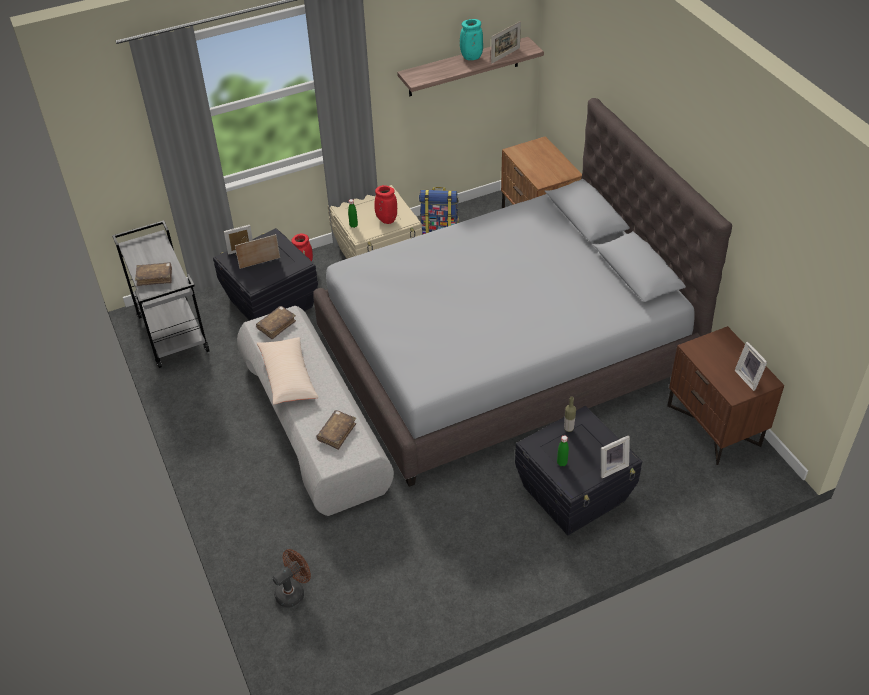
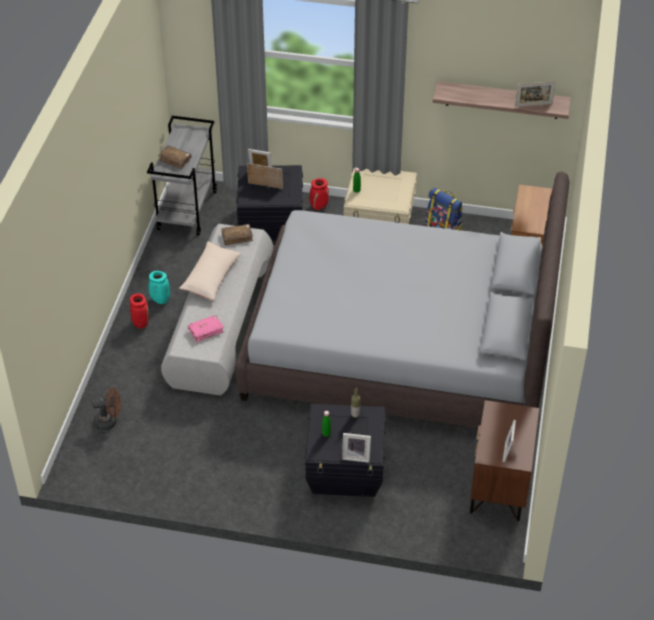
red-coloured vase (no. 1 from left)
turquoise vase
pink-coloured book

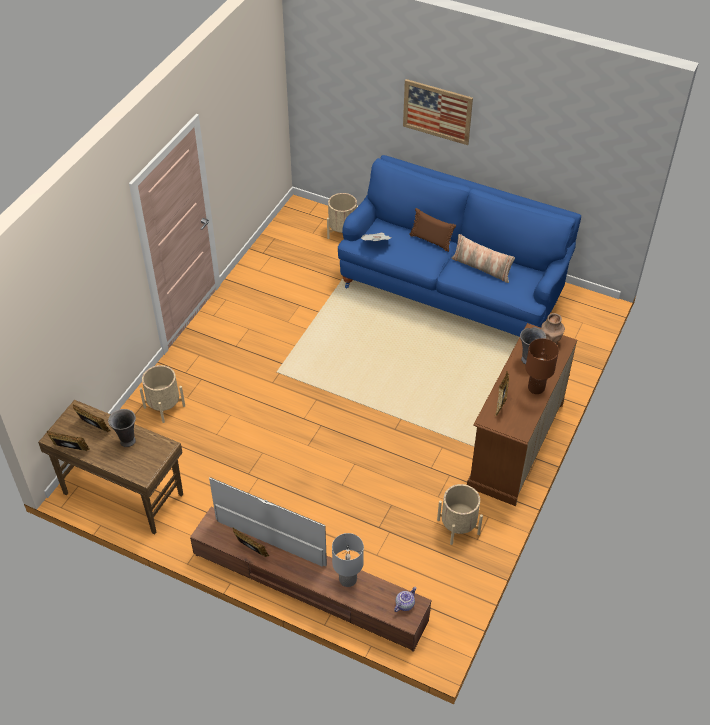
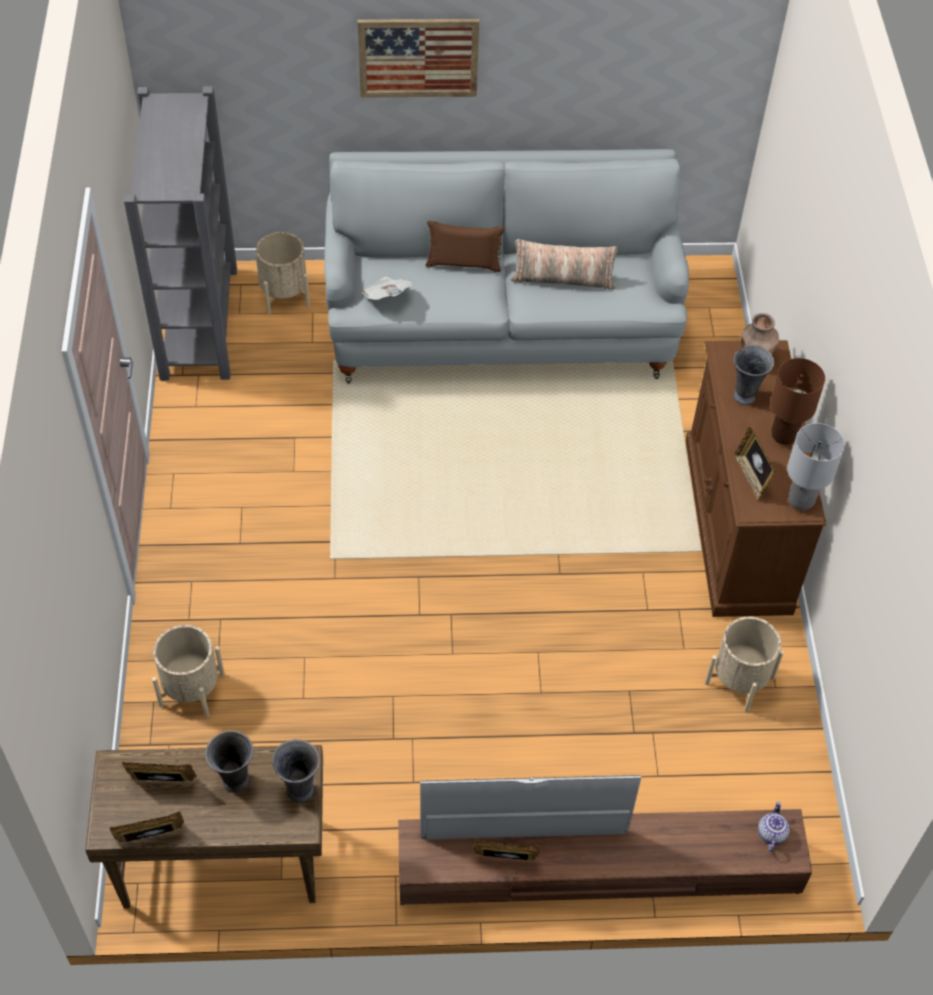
grey shelving unit
grey vase (no. 2 from left)
grey couch
grey table lamp

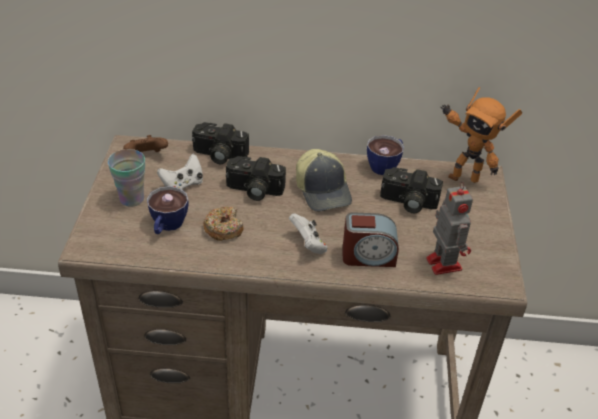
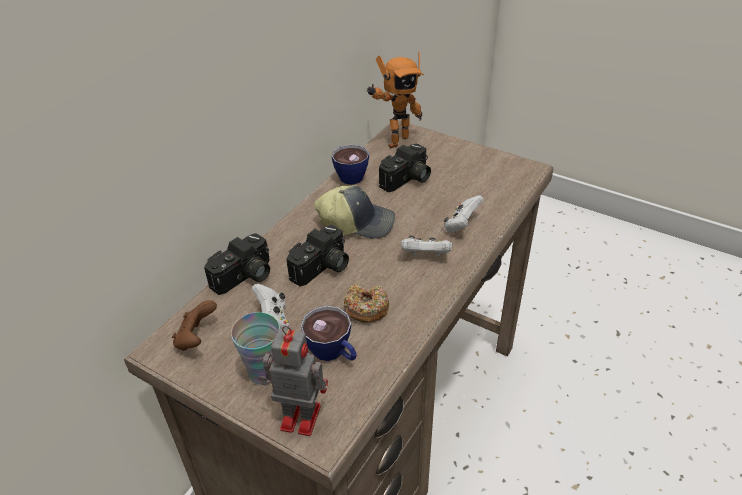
toy robot (no. 1 from left)
whitish joypad (no. 3 from left)

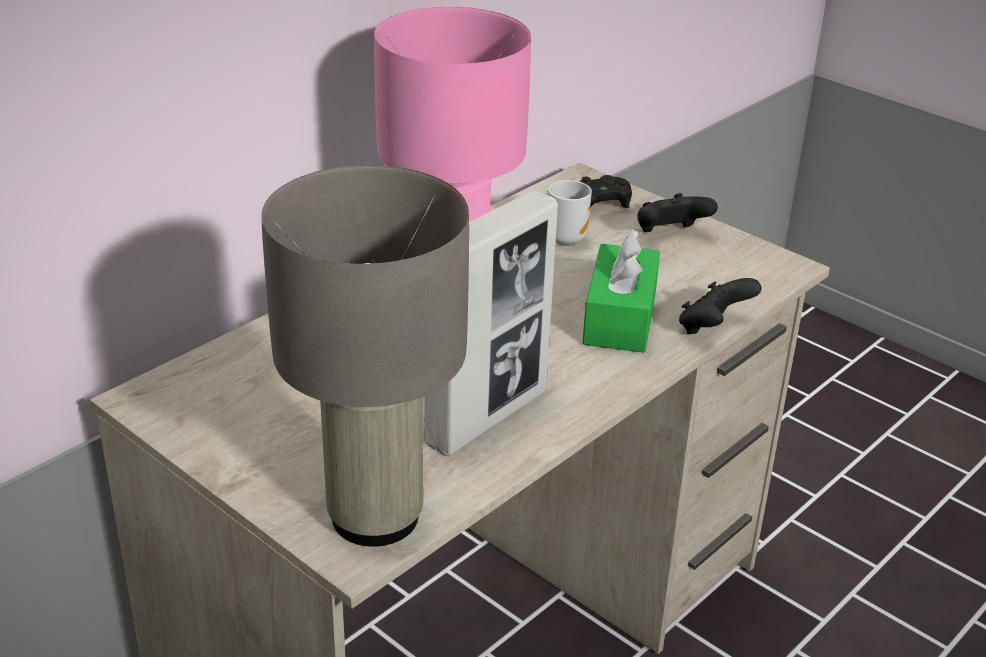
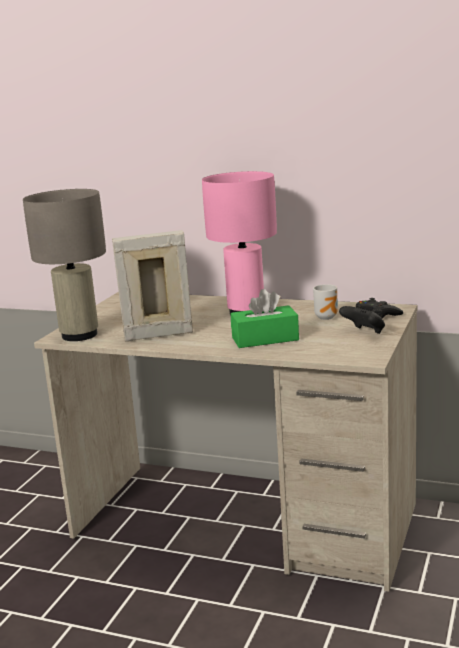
photo frame
black-coloured joypad (no. 3 from left in the first image)

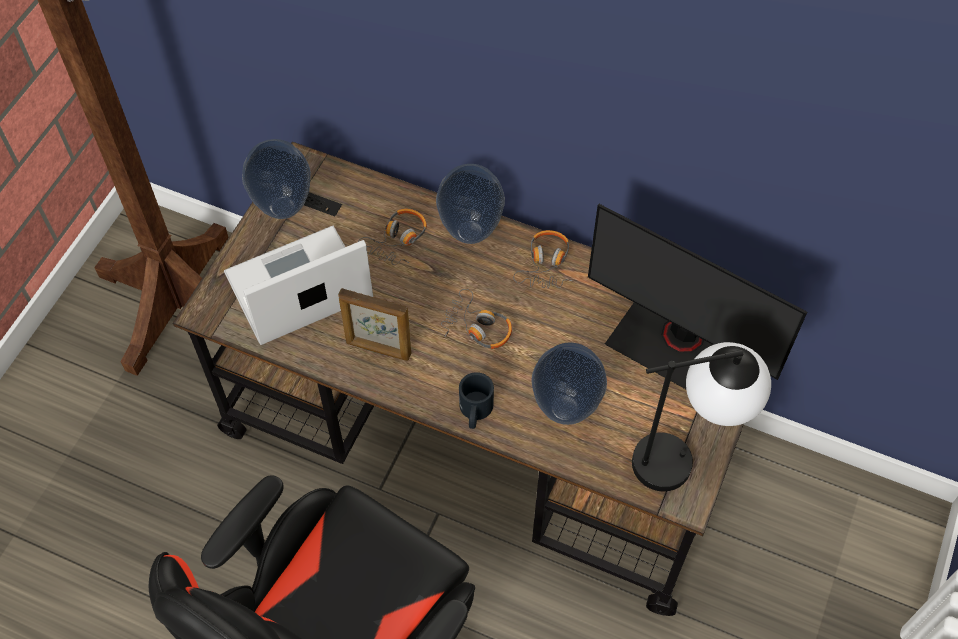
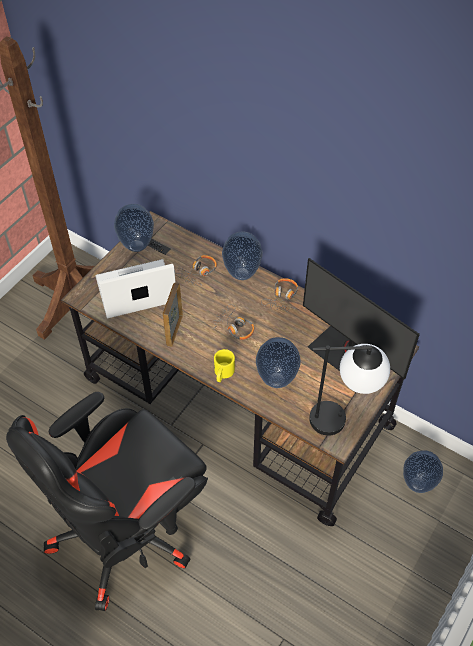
photo frame
yellow-coloured tea mug
vase (no. 4 from left)

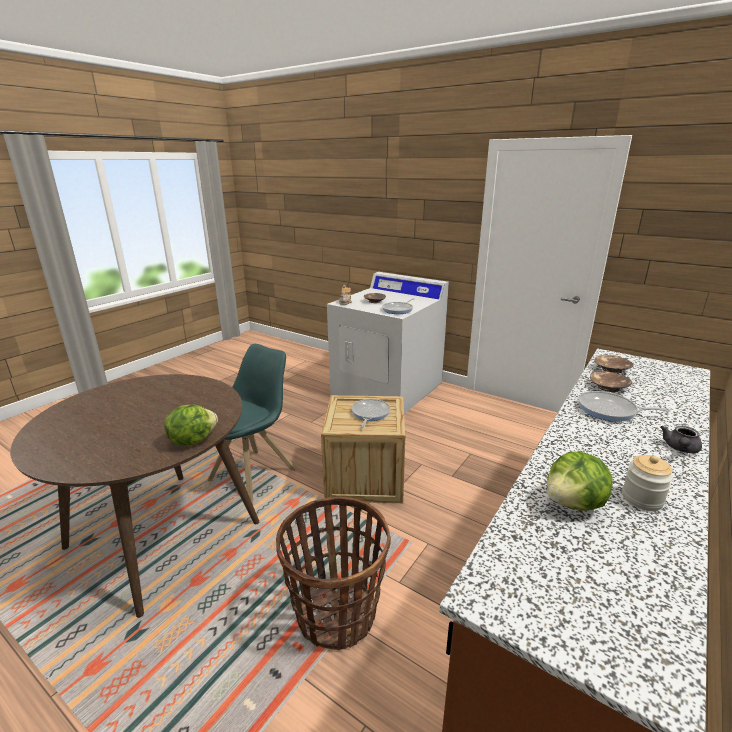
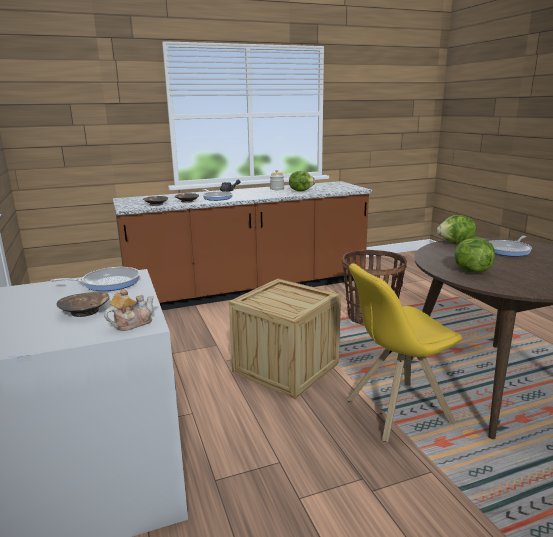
yellow-coloured upright chair
lettuce head (no. 3 from left)
pan (no. 3 from left)

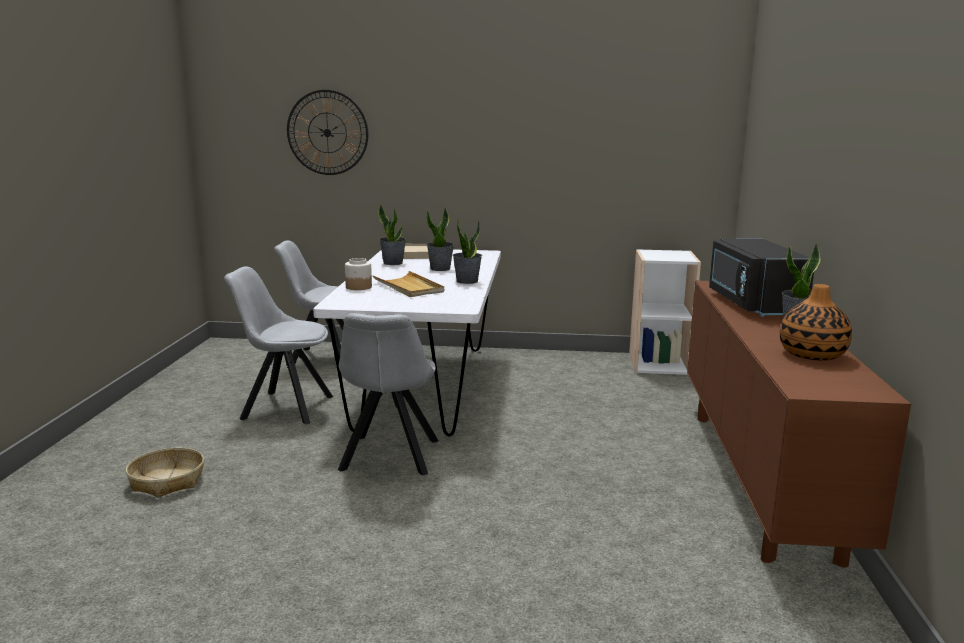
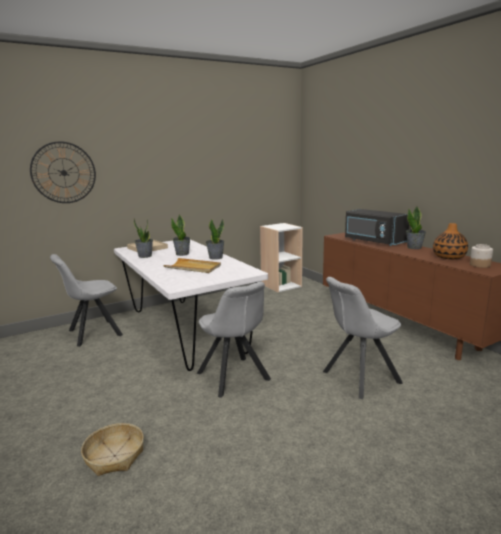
grey upright chair (no. 3 from left)
jar

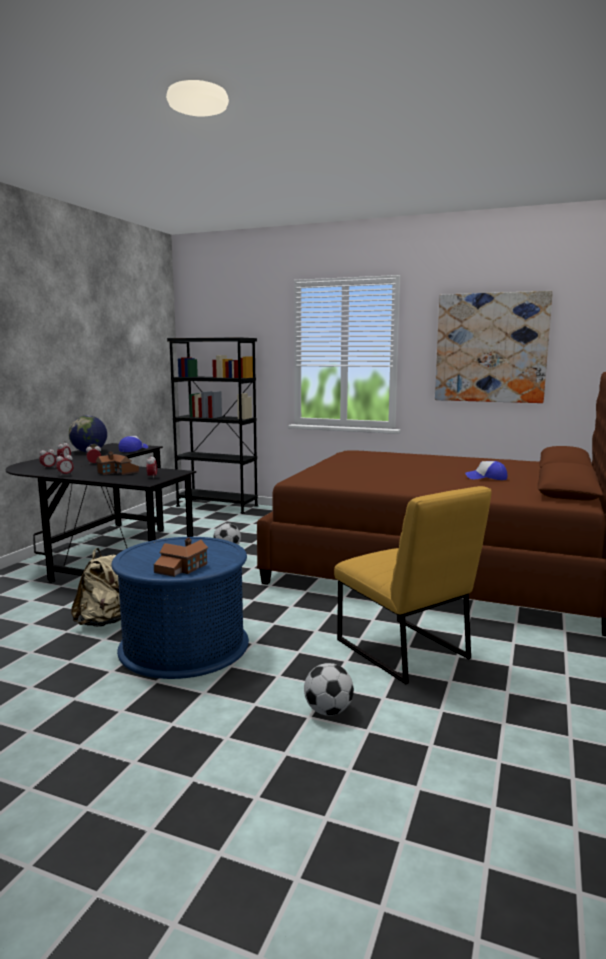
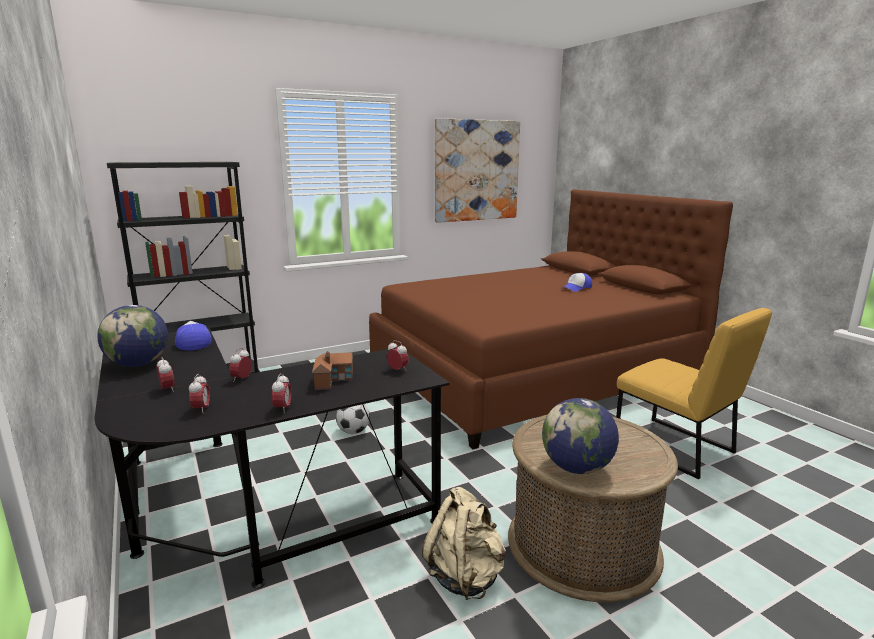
brown-coloured lounge table
globe (no. 2 from left)
yellow-coloured upright chair
miniature house (no. 2 from left in the first image)
ball for football (no. 2 from left in the first image)

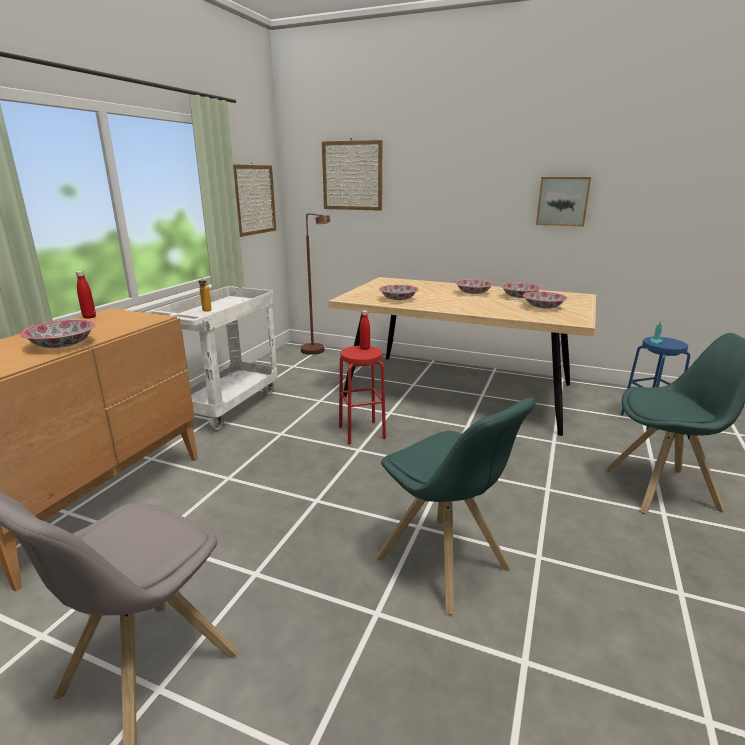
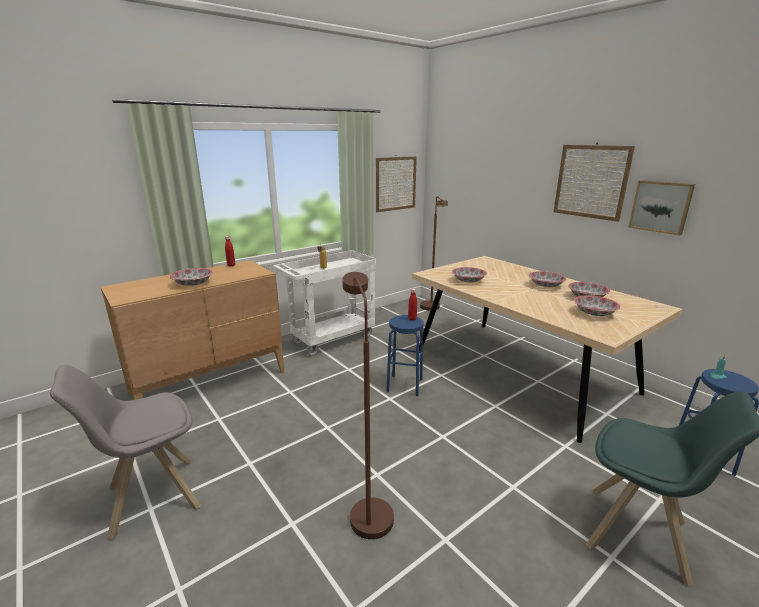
brown-coloured standard lamp (no. 1 from left)
blue-coloured stool (no. 1 from left)
wall picture (no. 2 from left)

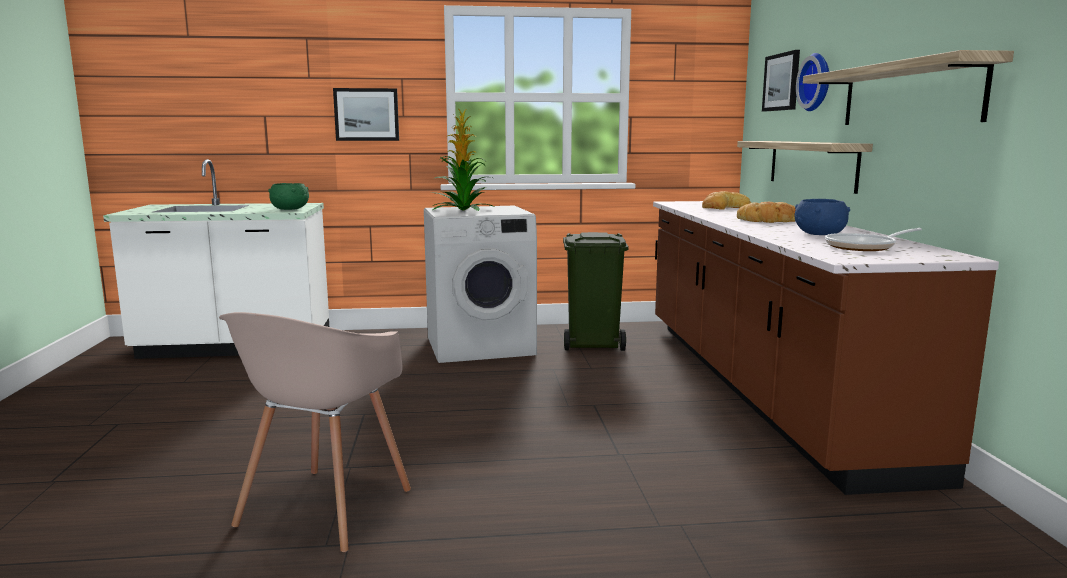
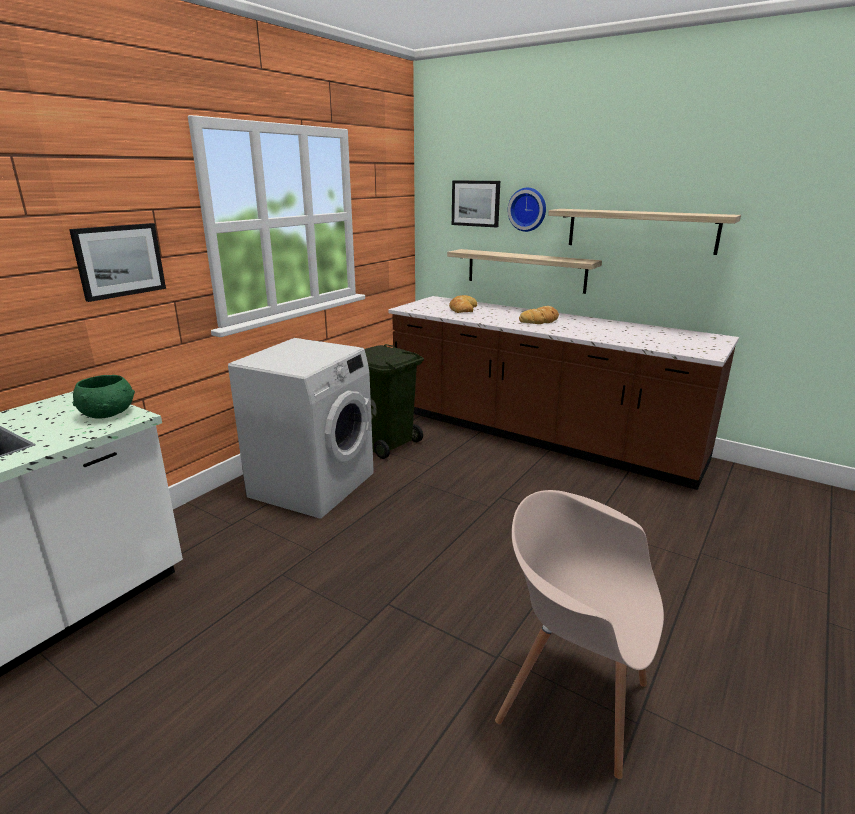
beige-coloured upright chair
plant in a pot
blue-coloured serving bowl
pan

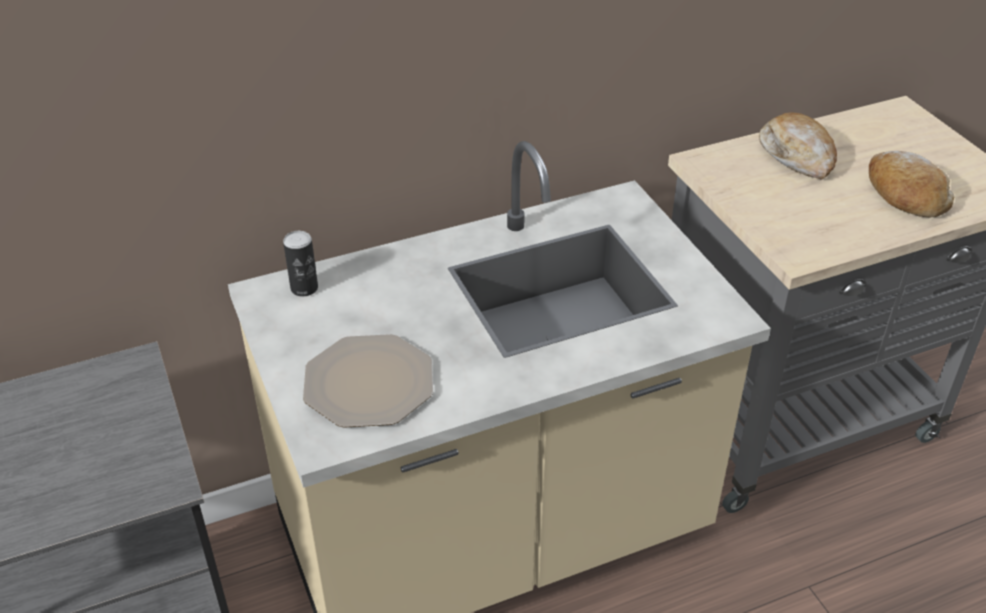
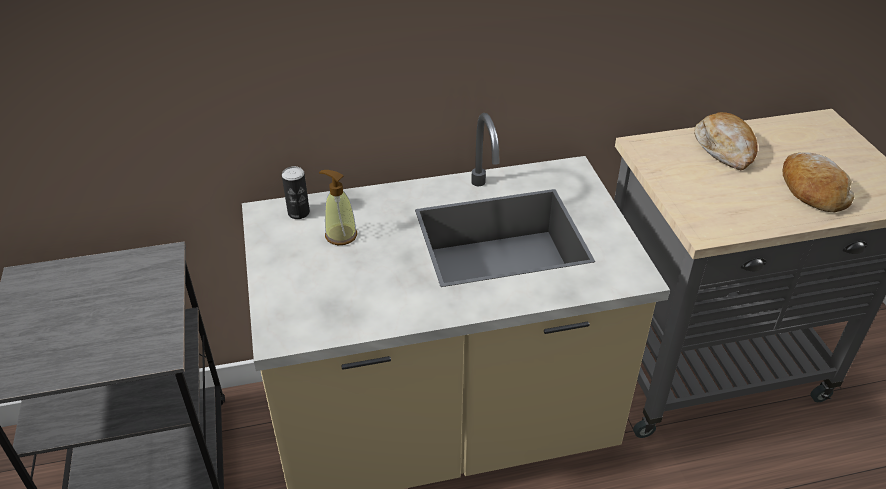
soap dispenser
flat dish

